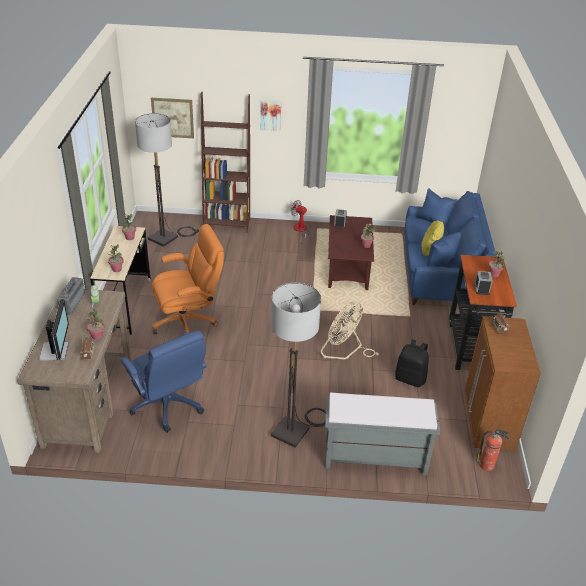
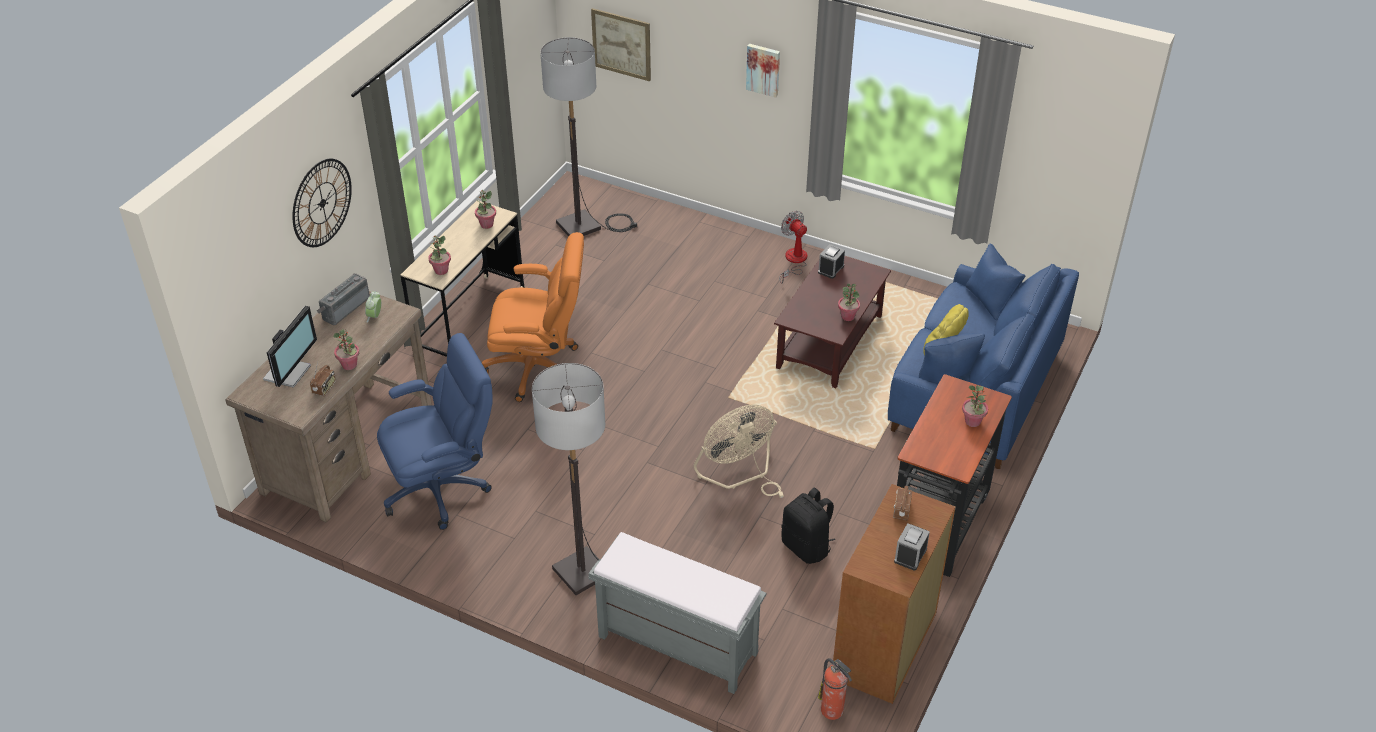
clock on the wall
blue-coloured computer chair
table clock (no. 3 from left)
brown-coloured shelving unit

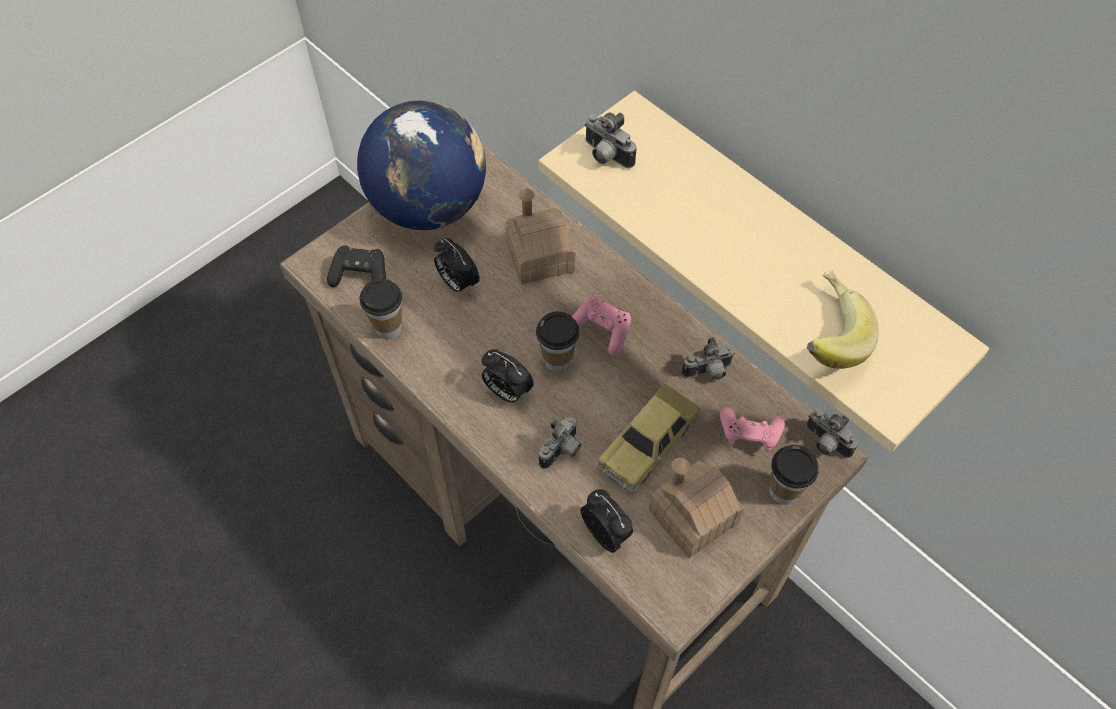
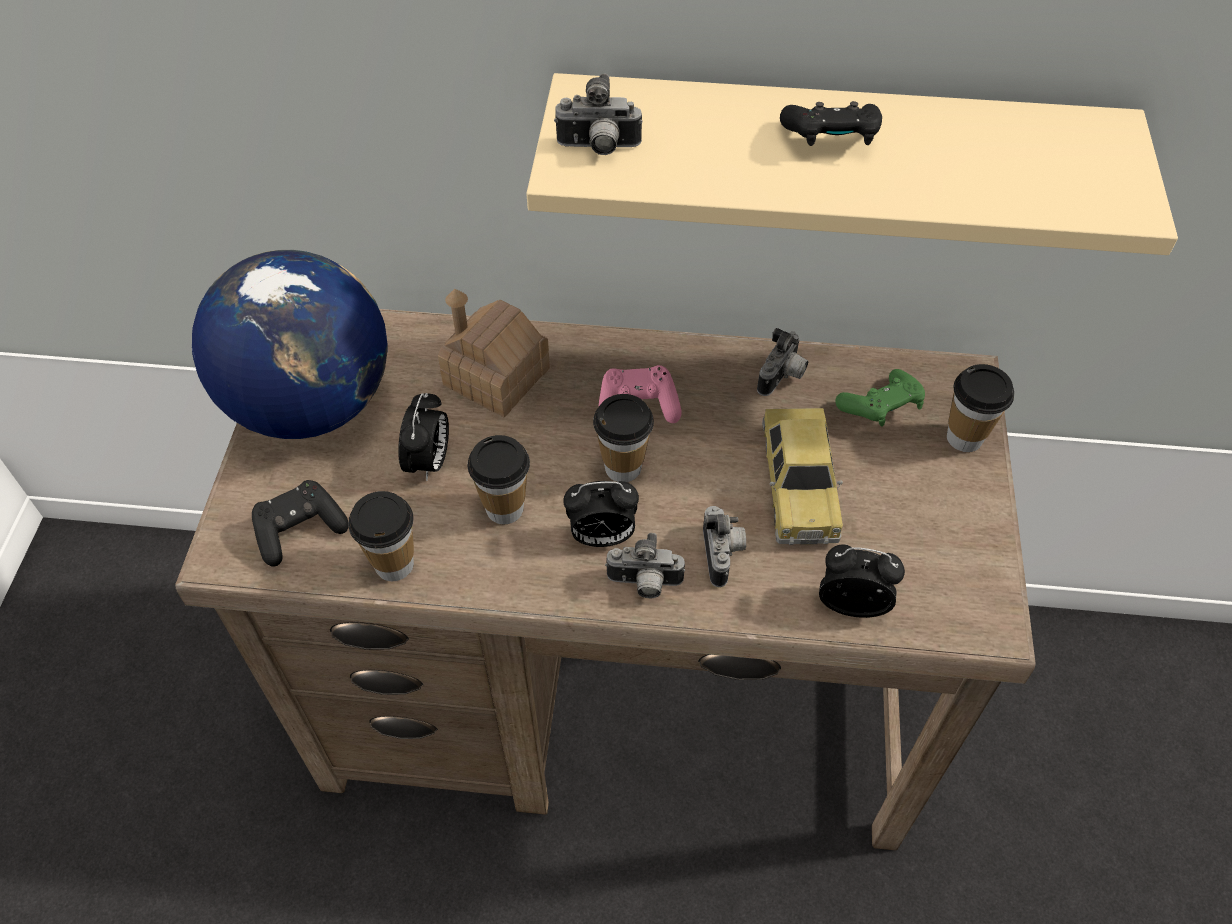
table clock (no. 1 from left)
small cup (no. 2 from left)
photo camera (no. 2 from left)
black-coloured joypad (no. 2 from left)
greenish joypad
miniature house (no. 2 from left in the first image)
banana

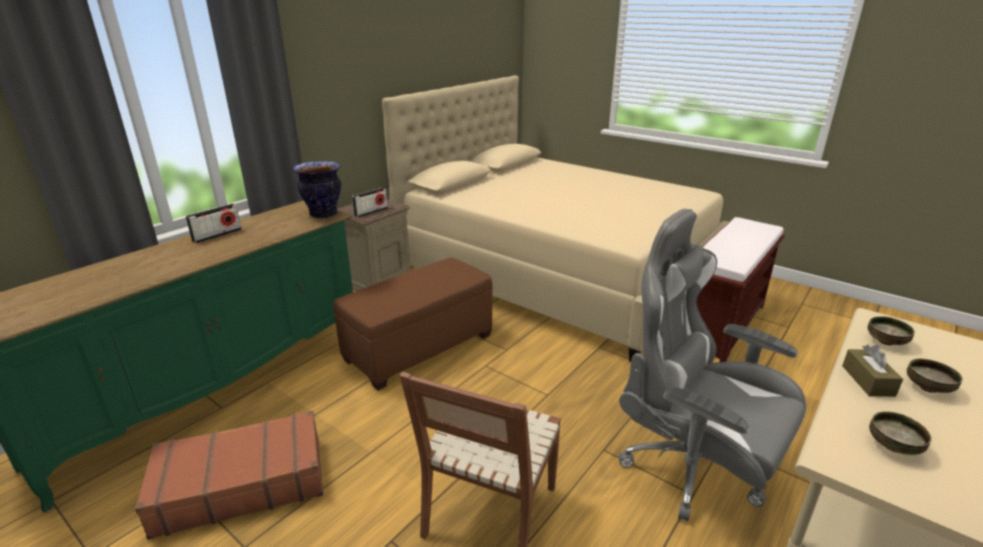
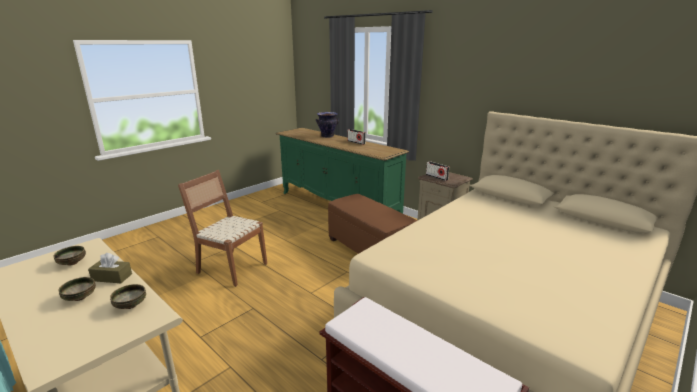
vase
brown-coloured piece of luggage
grey computer chair

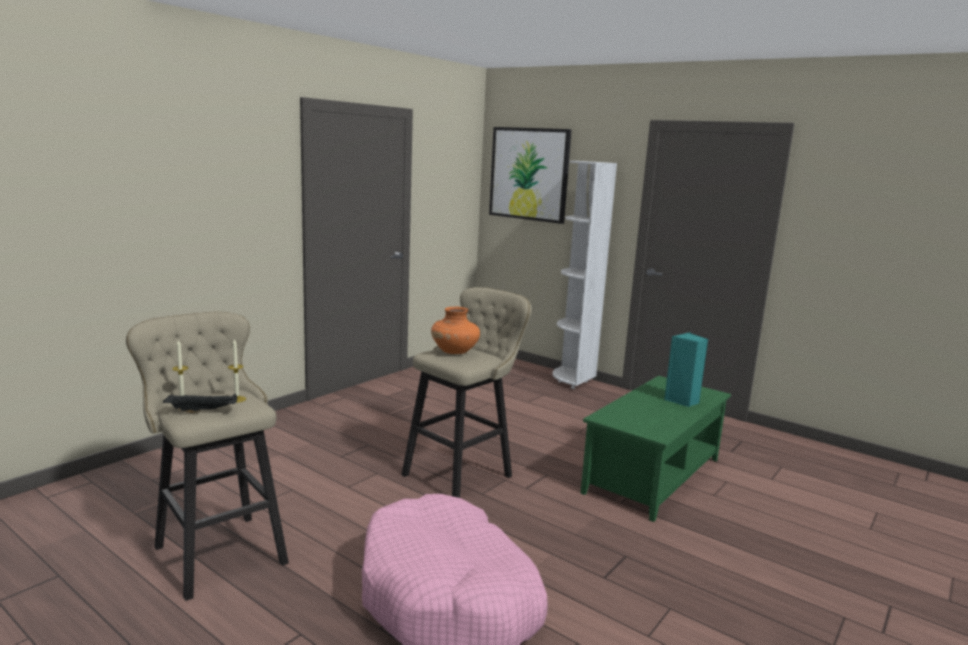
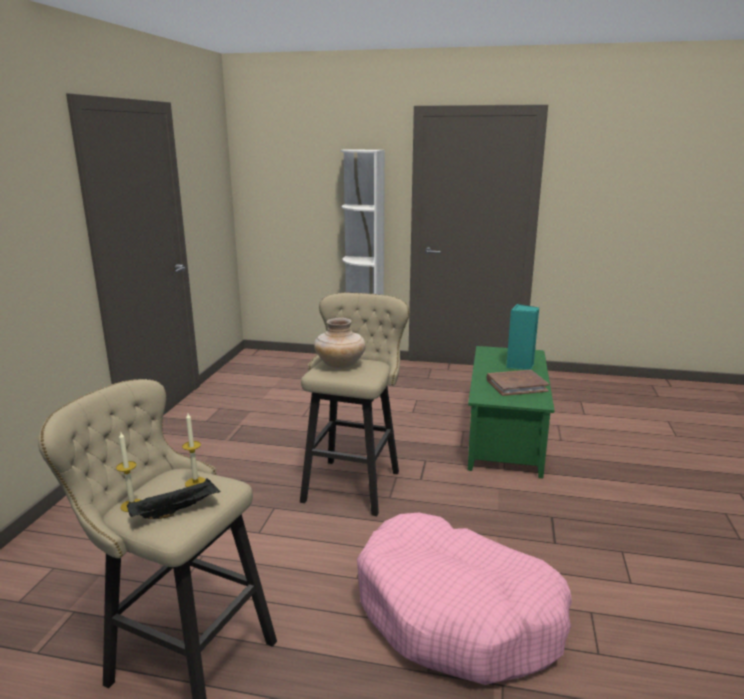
beige-coloured vase
brown-coloured book
wall picture

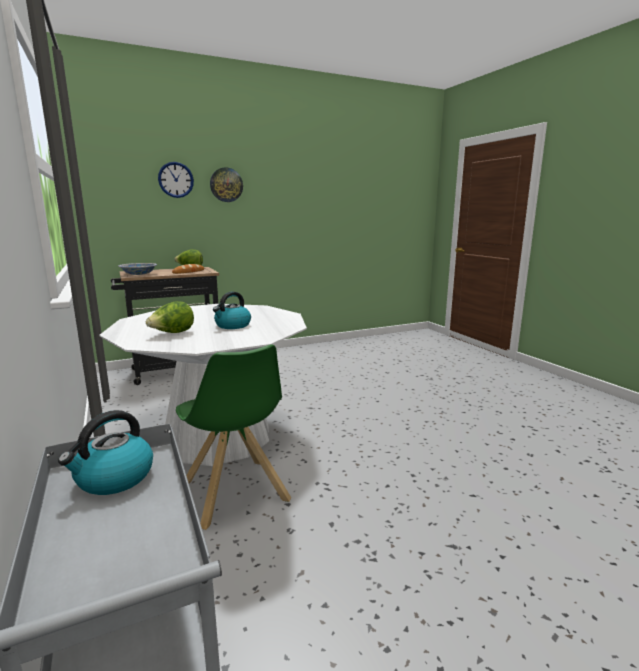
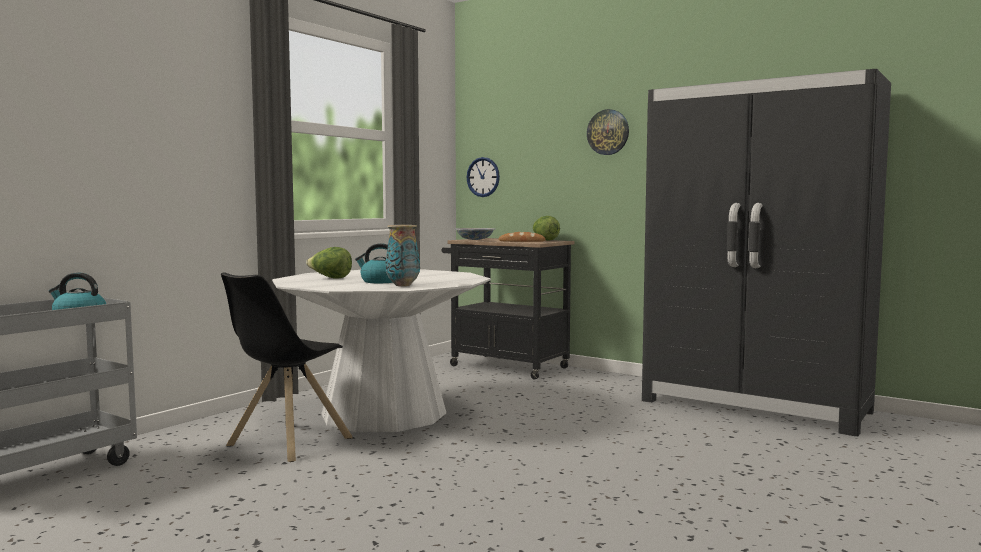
black-coloured upright chair
vase
clock on the wall (no. 1 from left)
black-coloured cabinet

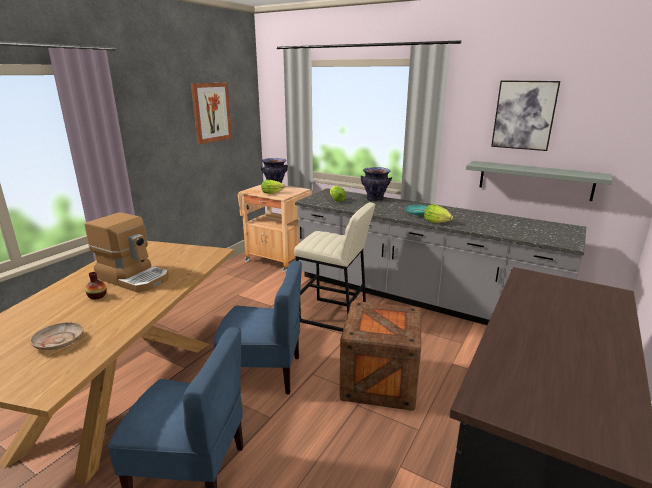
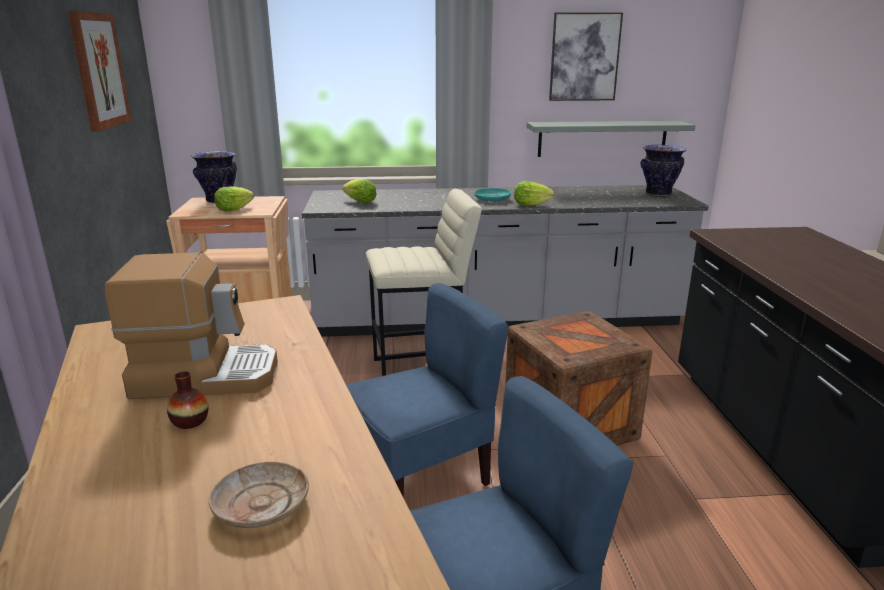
vase (no. 3 from left)

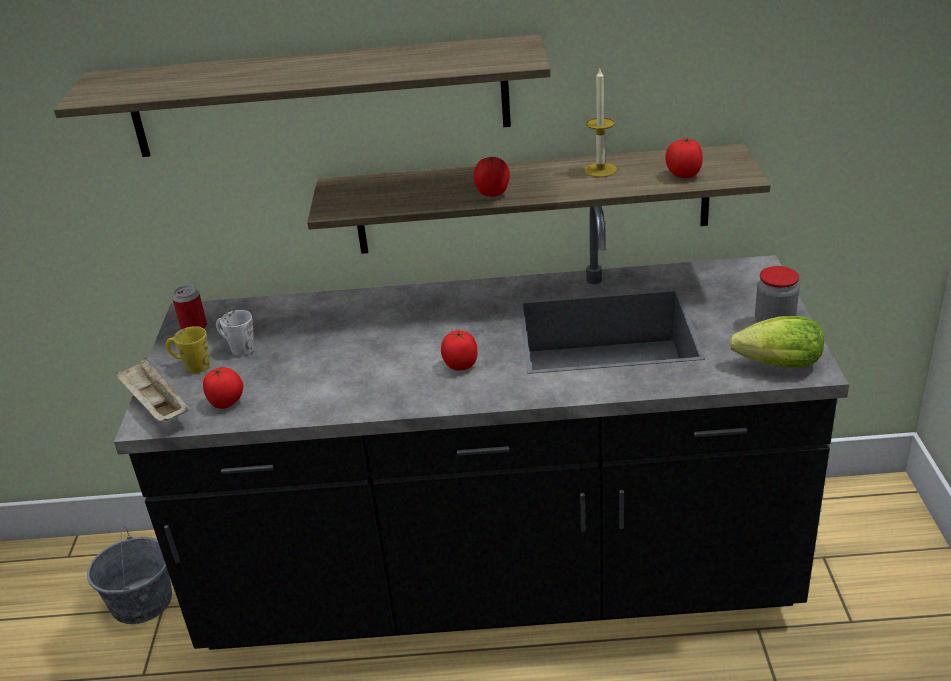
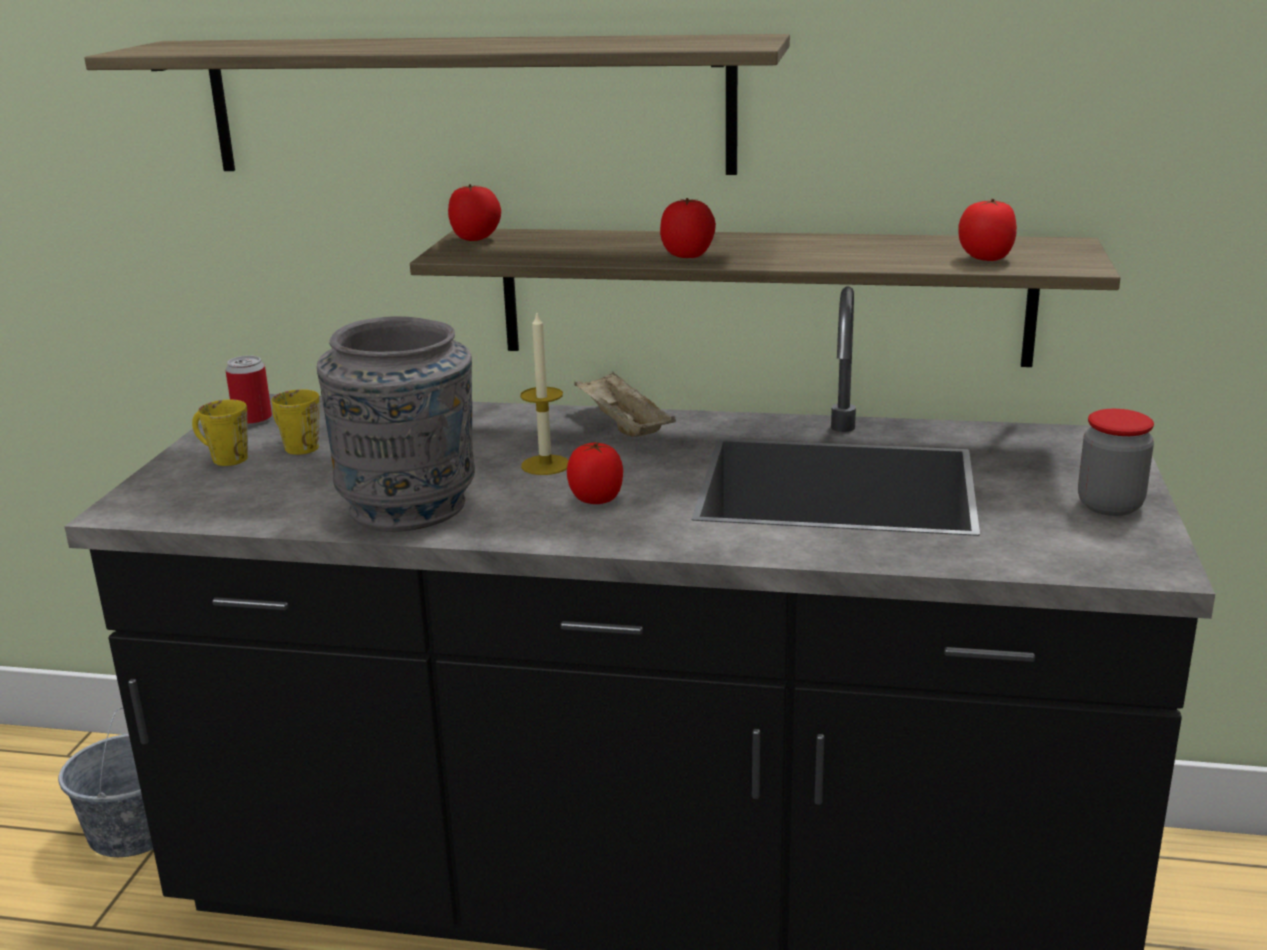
yellow-coloured tea mug (no. 2 from left)
grey vase
fresh tomato (no. 1 from left)
wax light
beige-coloured carrying tray
lettuce head

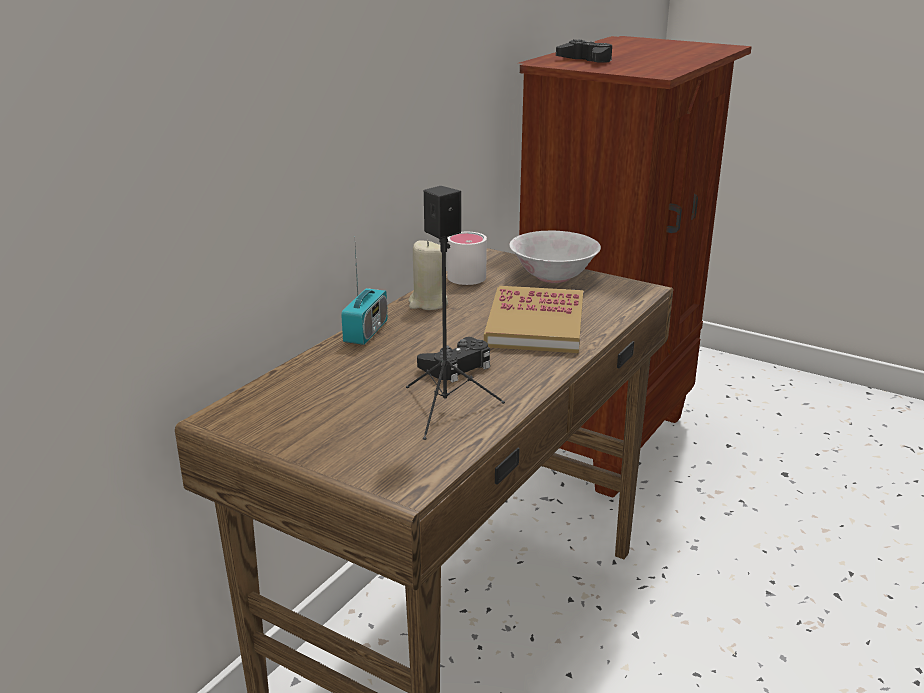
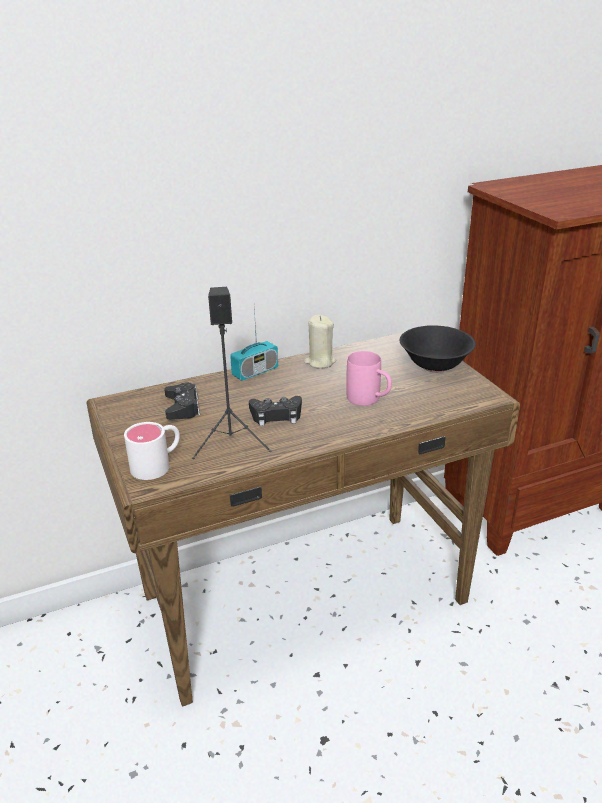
whitish tea mug
black-coloured joypad (no. 1 from left)
pink-coloured tea mug
black-coloured serving bowl

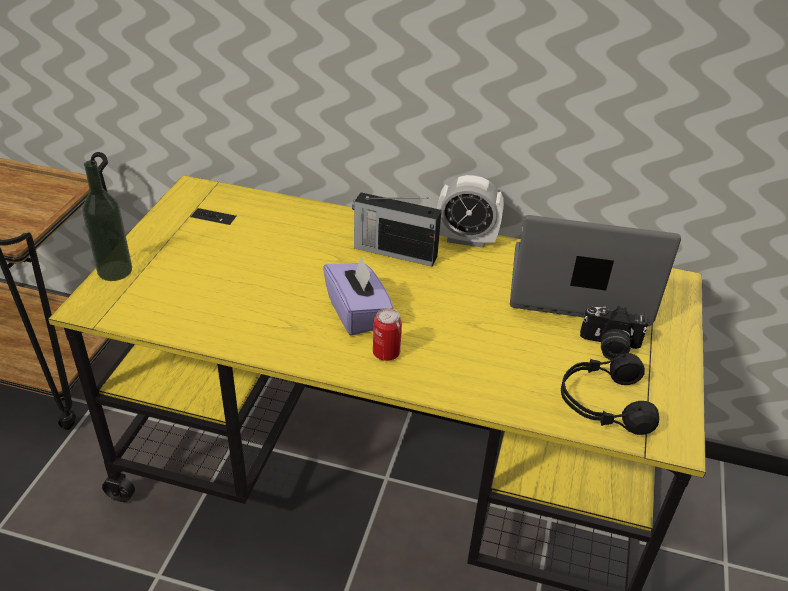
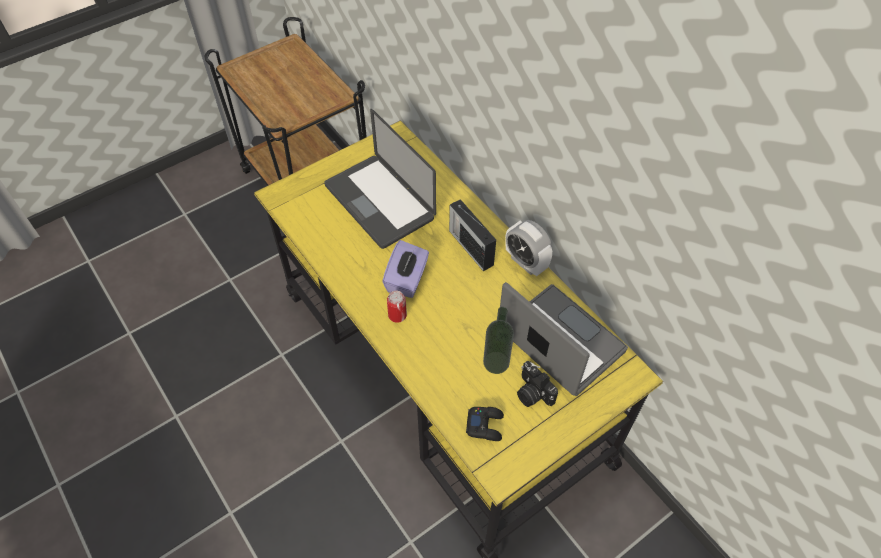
laptop (no. 1 from left)
black-coloured joypad
drink bottle

